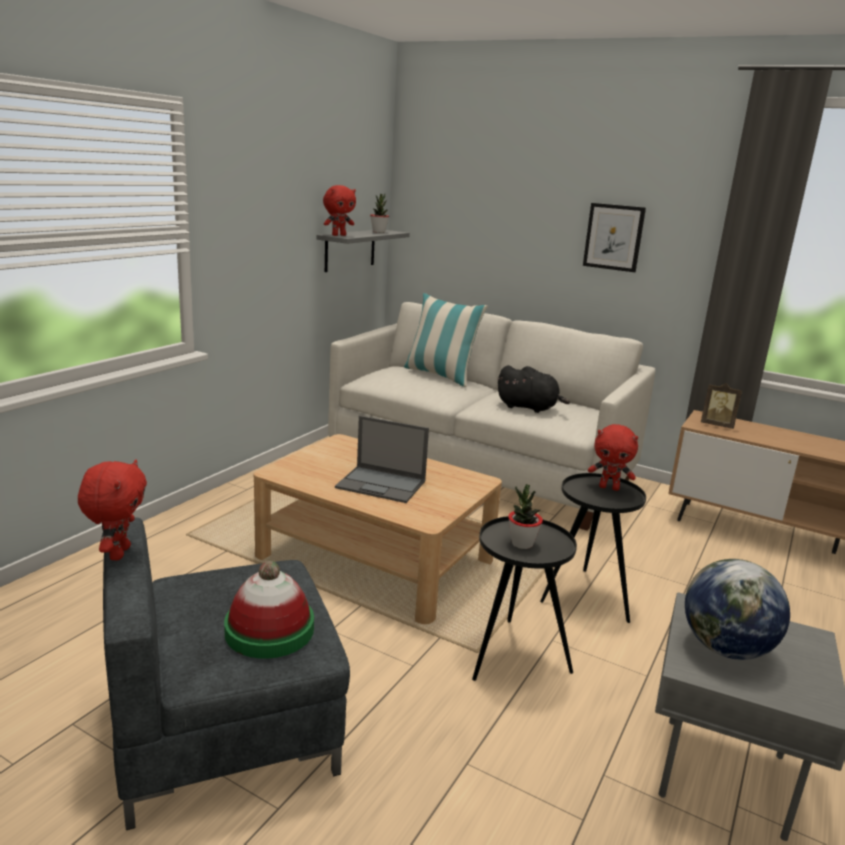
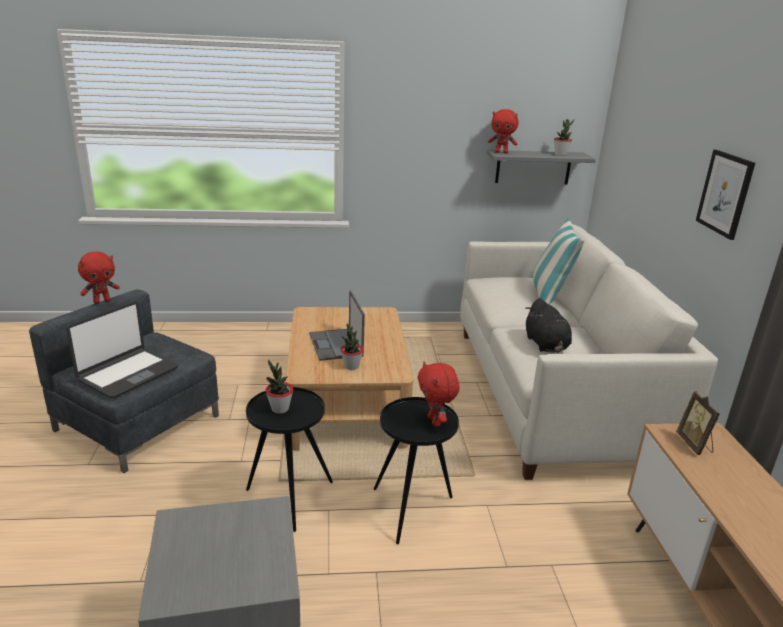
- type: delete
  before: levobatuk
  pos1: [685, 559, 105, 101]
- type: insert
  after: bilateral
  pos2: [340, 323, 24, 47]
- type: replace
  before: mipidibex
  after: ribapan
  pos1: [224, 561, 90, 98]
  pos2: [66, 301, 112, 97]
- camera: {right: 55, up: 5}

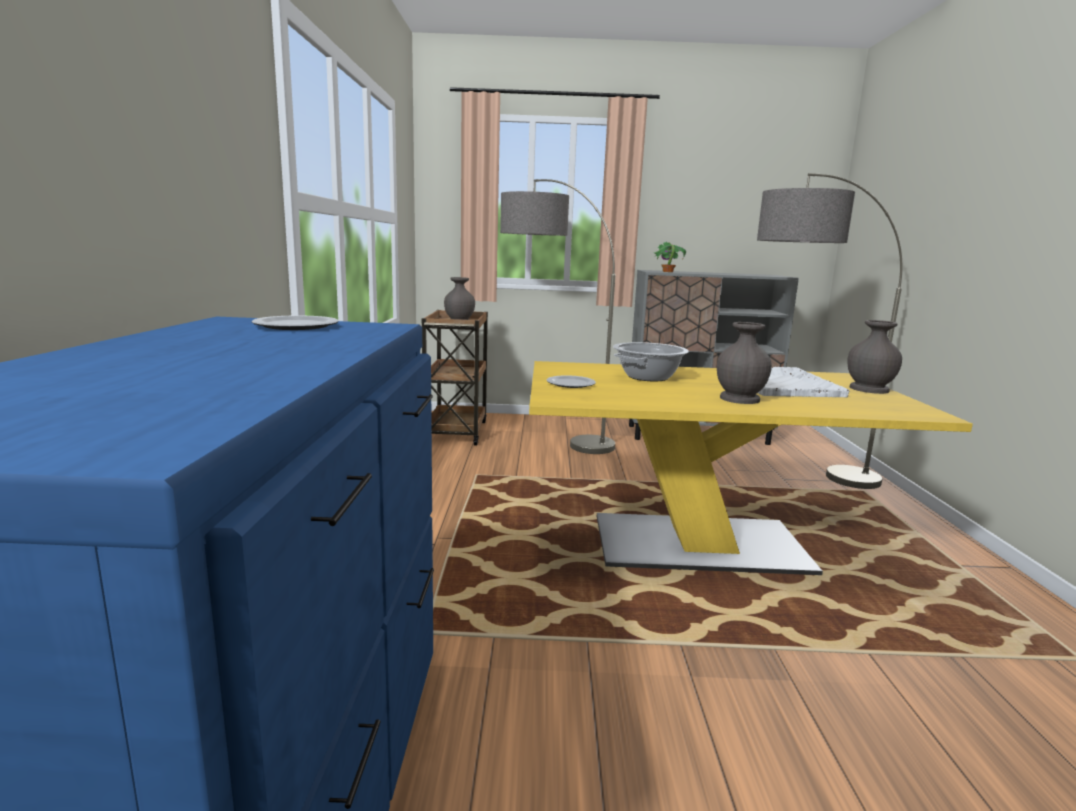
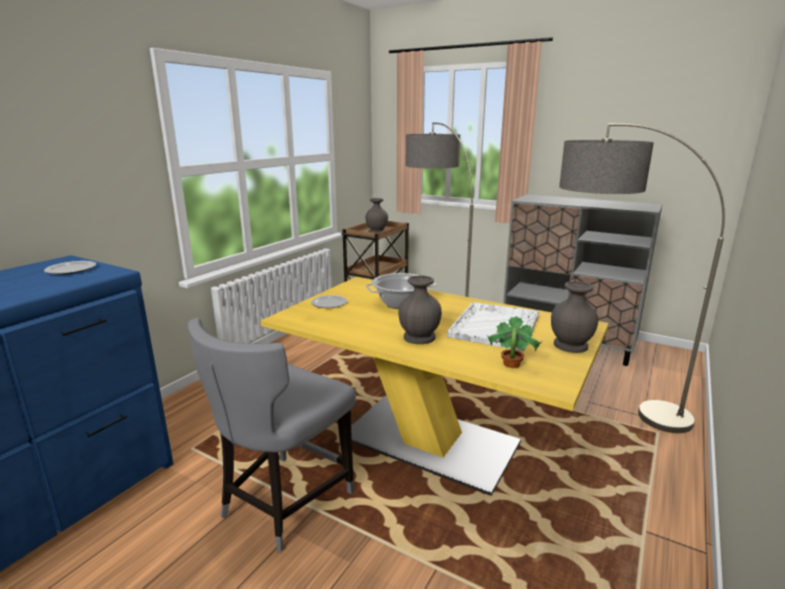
- type: insert
  after: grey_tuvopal
  pos2: [188, 318, 168, 235]
- type: move
  before: bilateral
  pos1: [654, 242, 32, 30]
  pos2: [487, 316, 55, 52]
- camera: {right: 30, up: 5}

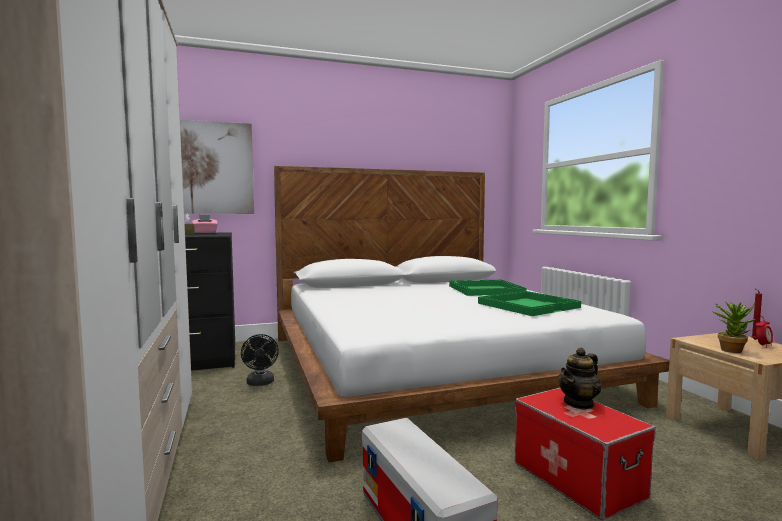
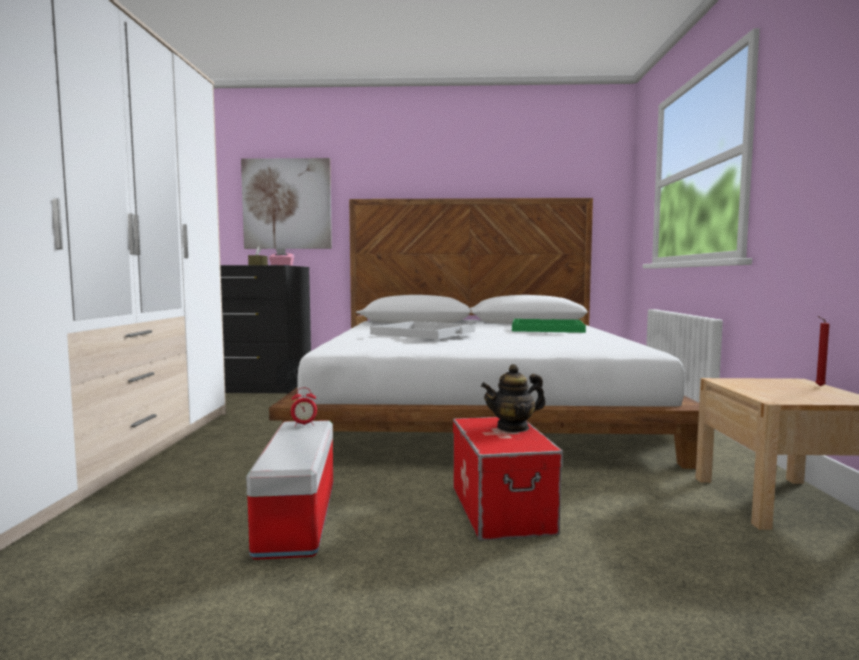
- type: delete
  before: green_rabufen
  pos1: [478, 291, 103, 25]
- type: delete
  before: bilateral
  pos1: [712, 302, 44, 51]
- type: insert
  after: white_rabufen
  pos2: [370, 321, 105, 18]
- type: move
  before: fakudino
  pos1: [755, 316, 18, 32]
  pos2: [291, 387, 26, 40]
- camera: {right: 20, up: 0}

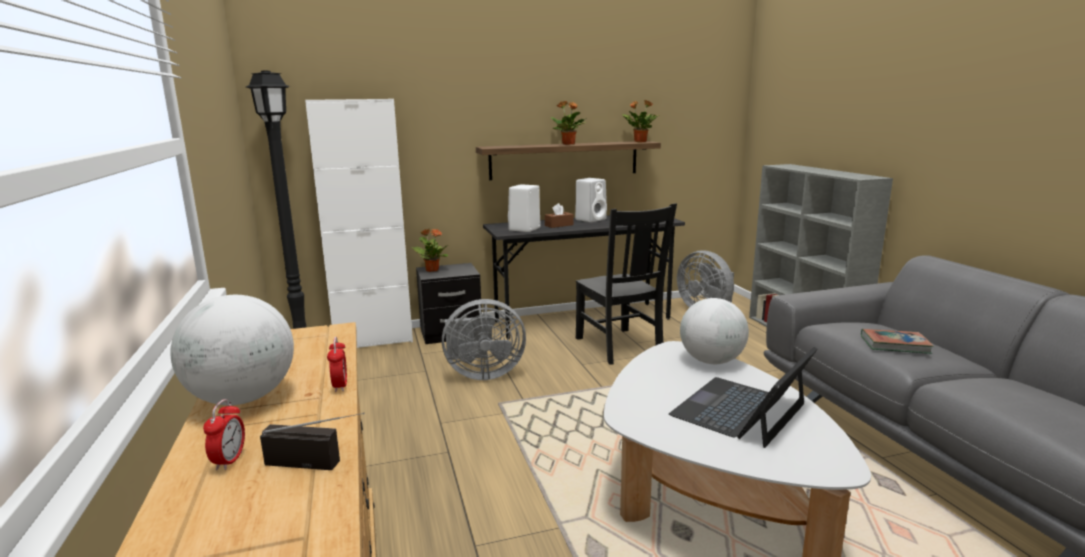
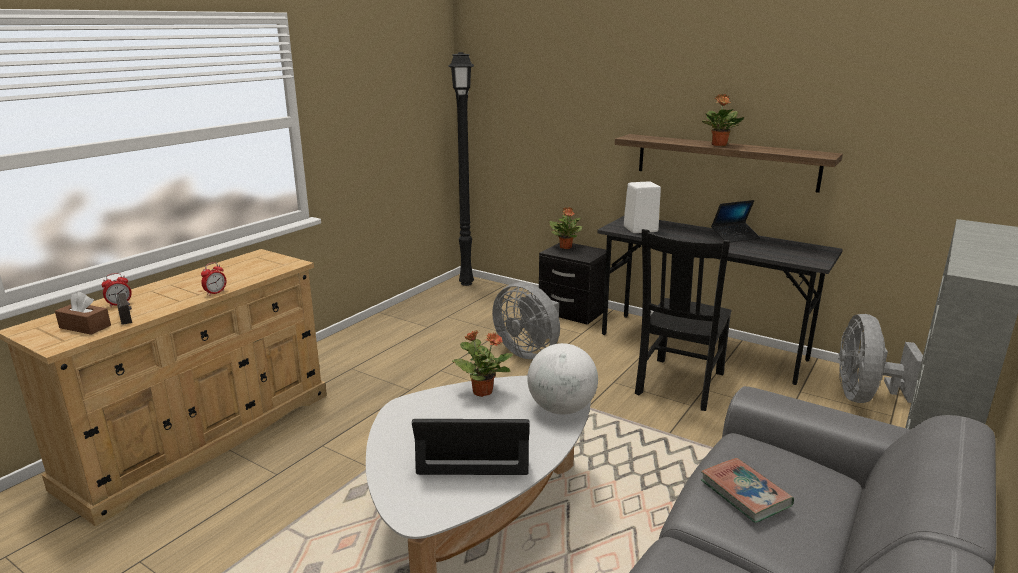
- type: delete
  before: levobatuk
  pos1: [170, 295, 124, 110]
- type: delete
  before: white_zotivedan
  pos1: [305, 99, 108, 249]
- type: move
  before: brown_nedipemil
  pos1: [545, 203, 29, 25]
  pos2: [55, 292, 56, 43]
- type: move
  before: bilateral
  pos1: [622, 100, 37, 42]
  pos2: [452, 329, 61, 68]
- type: replace
  before: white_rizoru
  after: ribapan
  pos1: [575, 178, 32, 44]
  pos2: [711, 200, 49, 42]
- camera: {right: 50, up: 5}

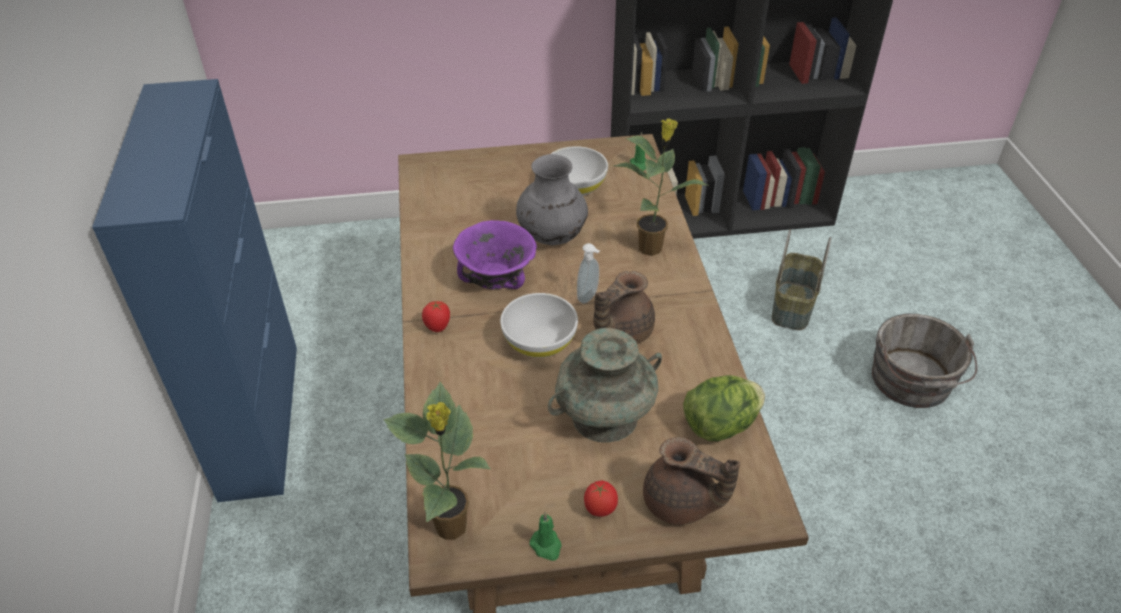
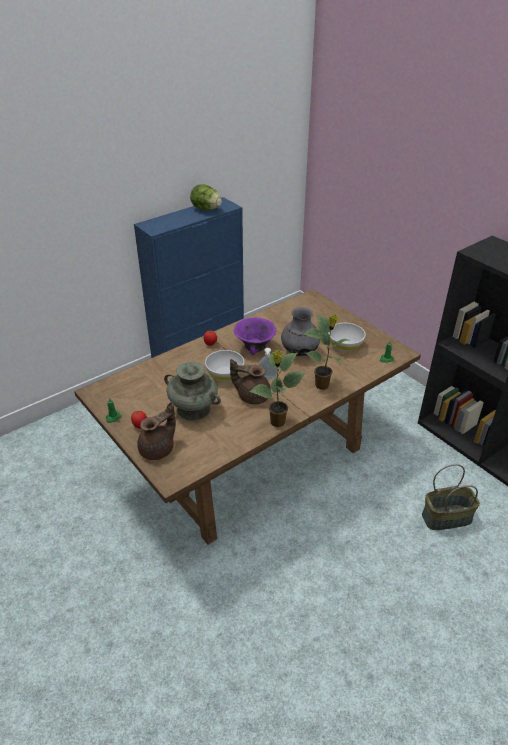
- type: delete
  before: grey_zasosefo
  pos1: [872, 313, 105, 95]
- type: move
  before: bilateral
  pos1: [383, 382, 108, 158]
  pos2: [249, 350, 57, 77]
- type: move
  before: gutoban
  pos1: [683, 375, 82, 66]
  pos2: [190, 185, 32, 26]
- type: rotate
  before: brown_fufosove
  pos1: [643, 437, 97, 88]
  pos2: [137, 402, 39, 58]
  turn: -135
- camera: {right: 60, up: -5}

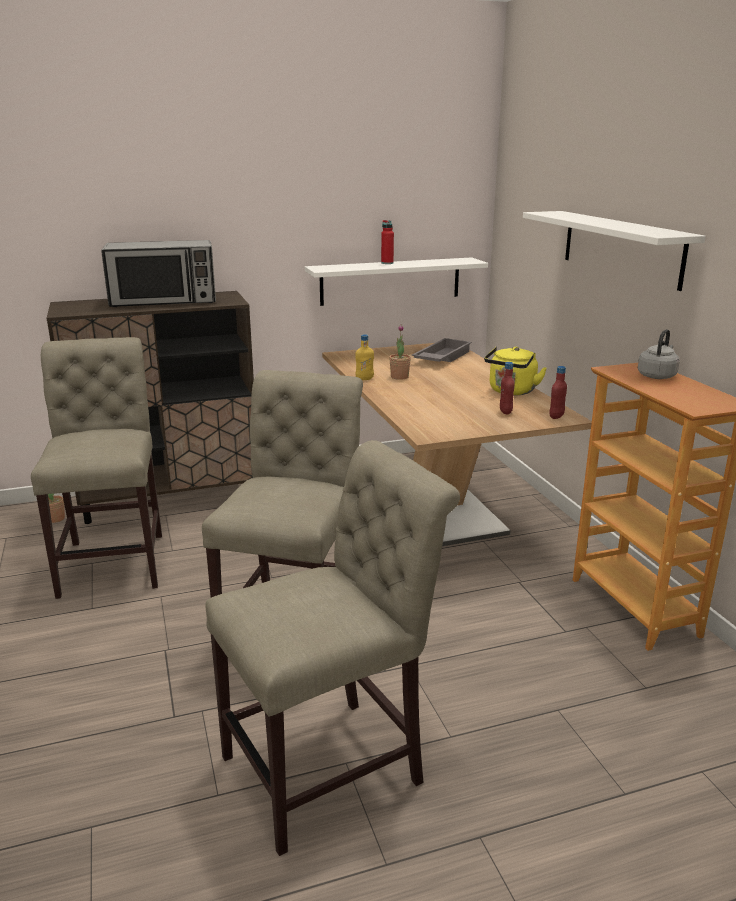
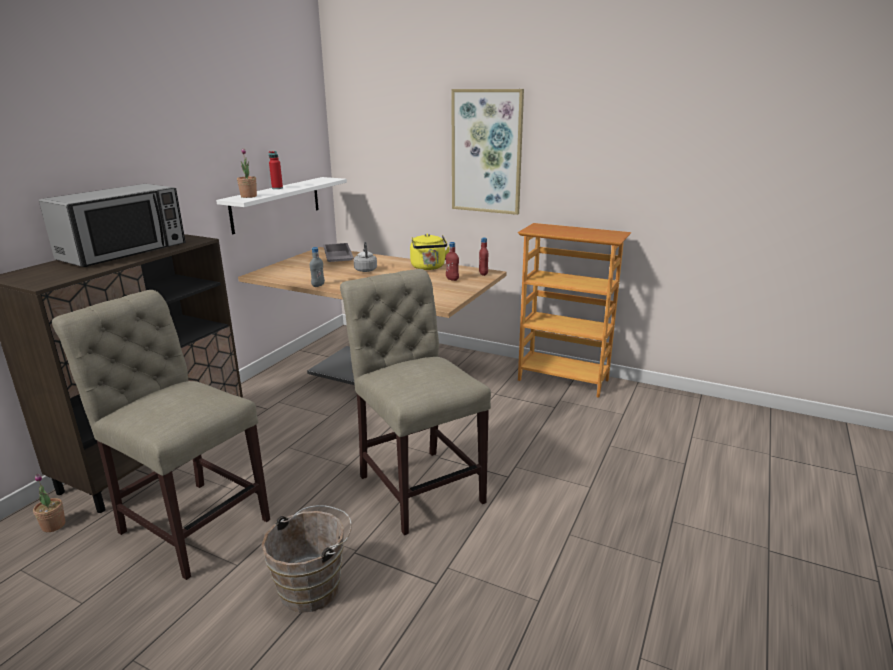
- type: delete
  before: beige_tuvopal
  pos1: [205, 440, 255, 416]
- type: insert
  after: brown_zasosefo
  pos2: [262, 505, 90, 108]
- type: move
  before: bilateral
  pos1: [389, 324, 22, 56]
  pos2: [237, 149, 20, 49]
- type: move
  before: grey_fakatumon
  pos1: [638, 329, 42, 50]
  pos2: [354, 242, 23, 30]
- type: replace
  before: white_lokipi
  after: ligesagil
  pos1: [523, 211, 183, 80]
  pos2: [451, 89, 73, 126]
- type: recolor
  before: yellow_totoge
  after: grey_totoge
  pos1: [355, 334, 19, 46]
  pos2: [310, 247, 15, 40]
- camera: {right: -45, up: 0}

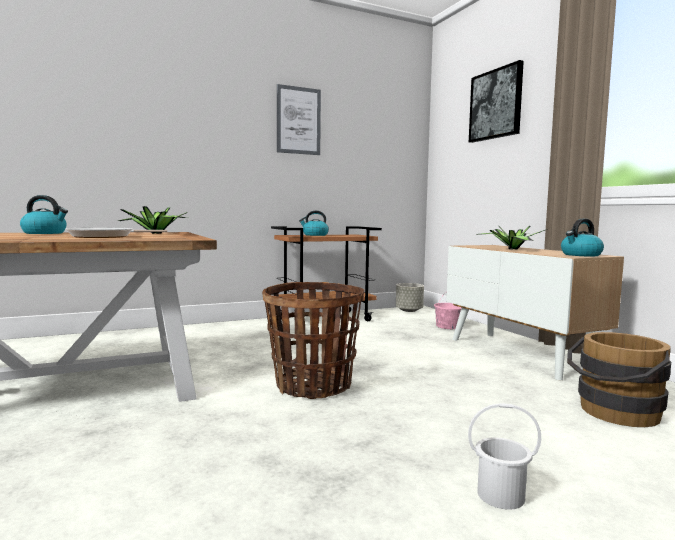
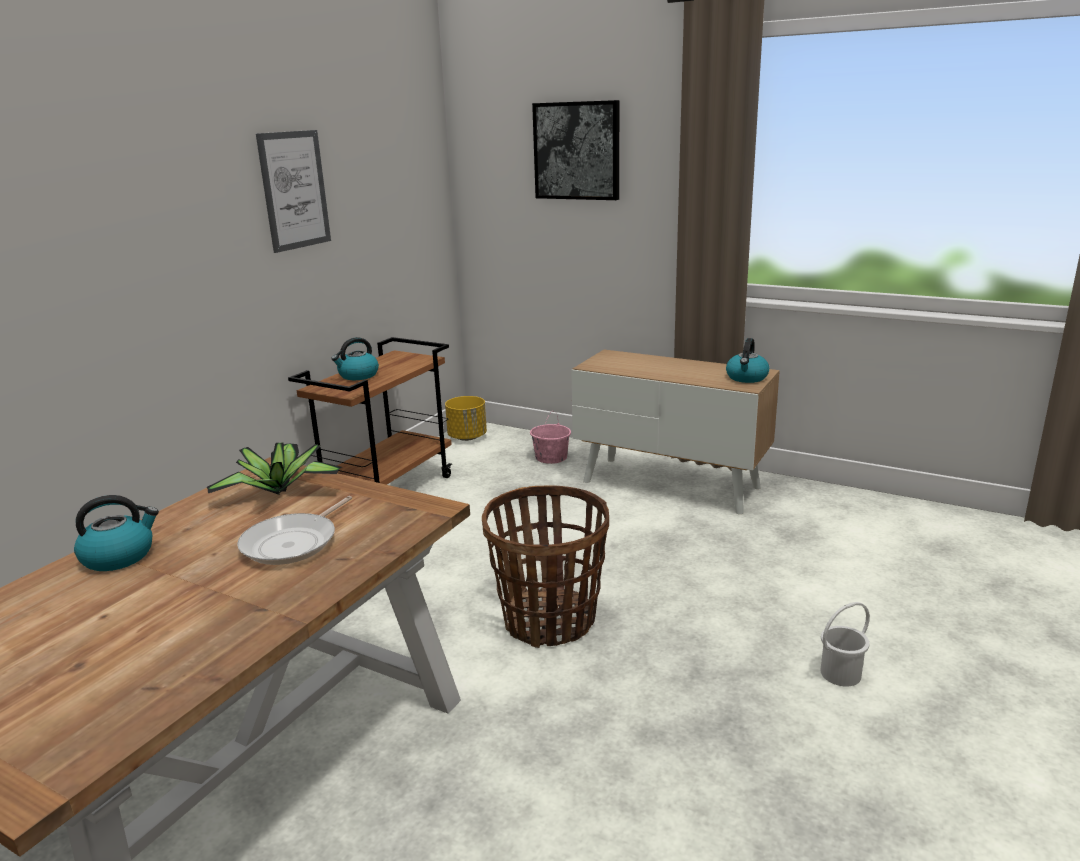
- type: delete
  before: bilateral
  pos1: [476, 226, 72, 24]
- type: delete
  before: brown_zasosefo
  pos1: [567, 332, 104, 95]
- type: recolor
  before: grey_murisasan
  after: yellow_murisasan
  pos1: [396, 283, 28, 29]
  pos2: [445, 396, 42, 45]
- camera: {right: -35, up: 15}

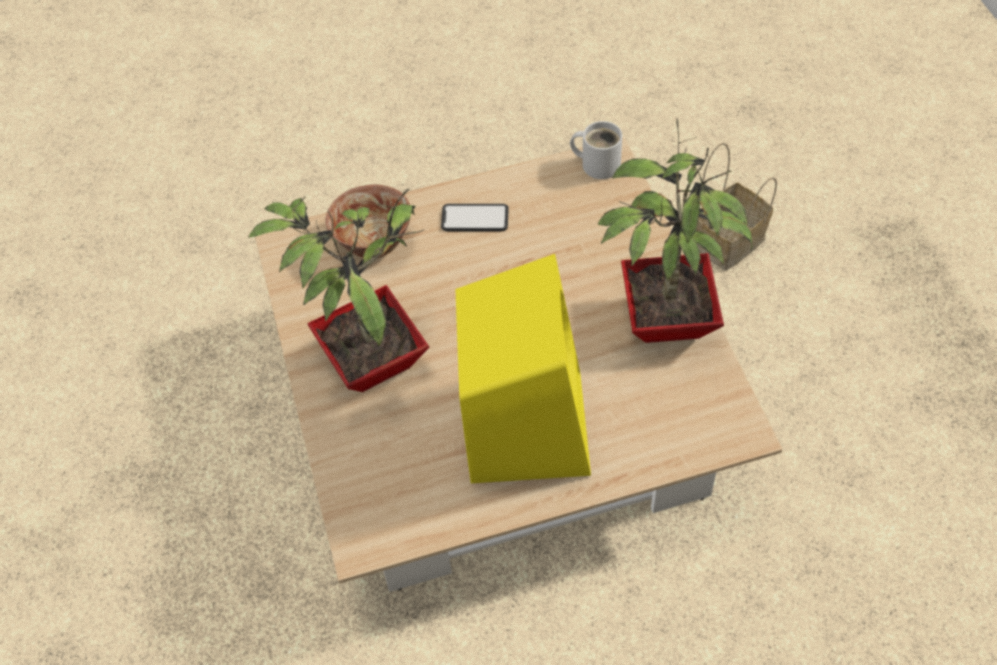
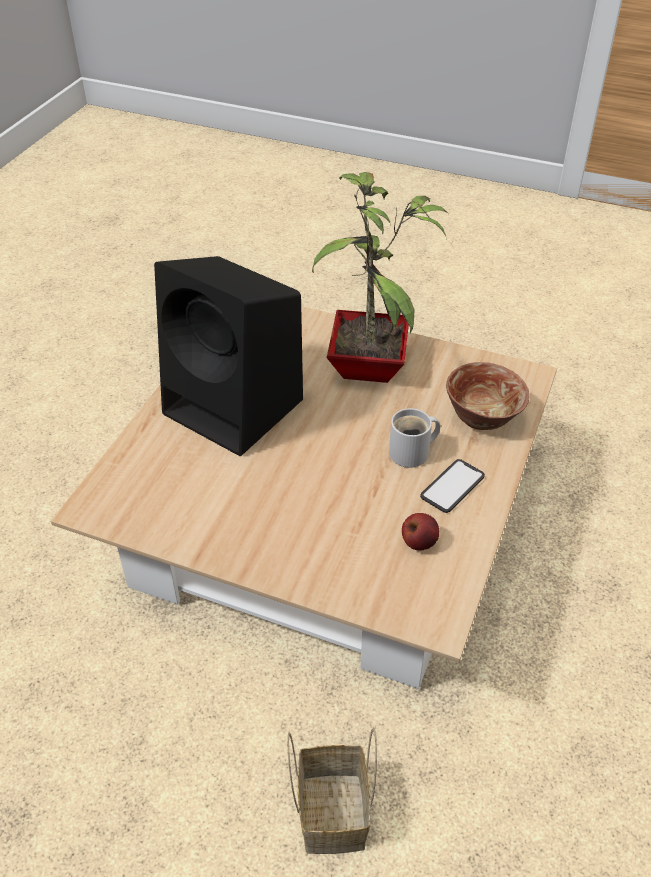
- type: delete
  before: bilateral
  pos1: [598, 118, 155, 225]
- type: insert
  after: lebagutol
  pos2: [402, 513, 37, 37]
- type: move
  before: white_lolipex
  pos1: [570, 121, 52, 58]
  pos2: [389, 408, 51, 60]
- type: recolor
  before: yellow_rizoru
  after: black_rizoru
  pos1: [456, 254, 135, 229]
  pos2: [154, 256, 149, 200]
- camera: {right: 125, up: -10}

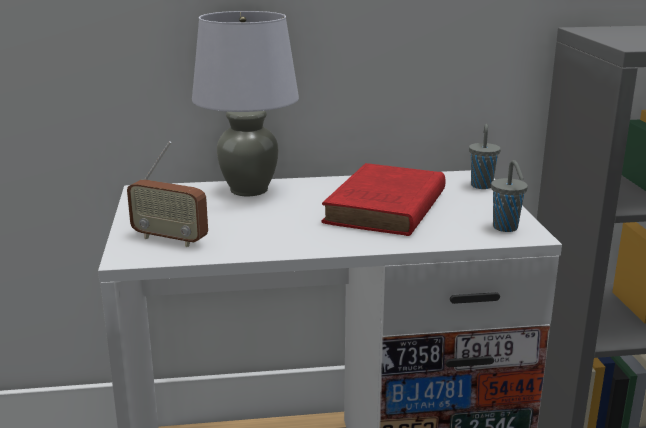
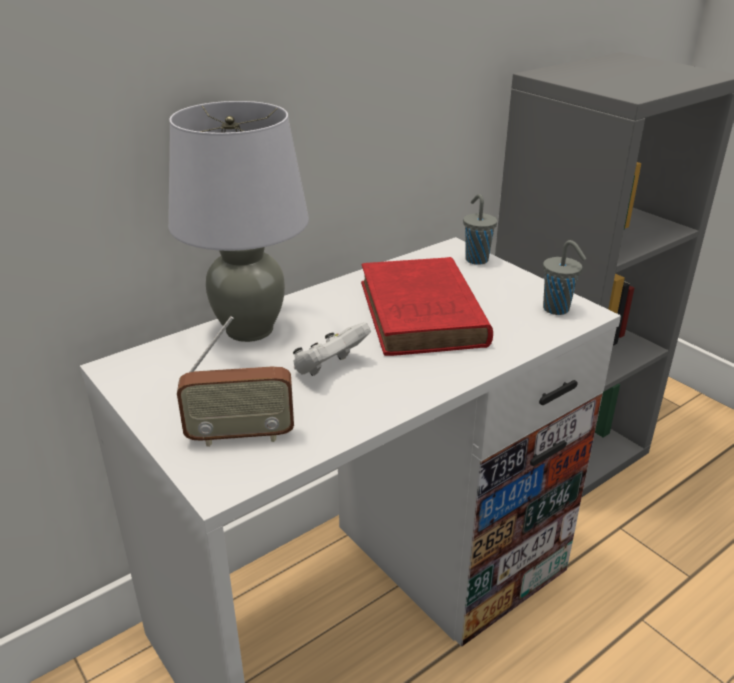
- type: insert
  after: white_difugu
  pos2: [293, 322, 78, 54]
- camera: {right: -30, up: 10}

